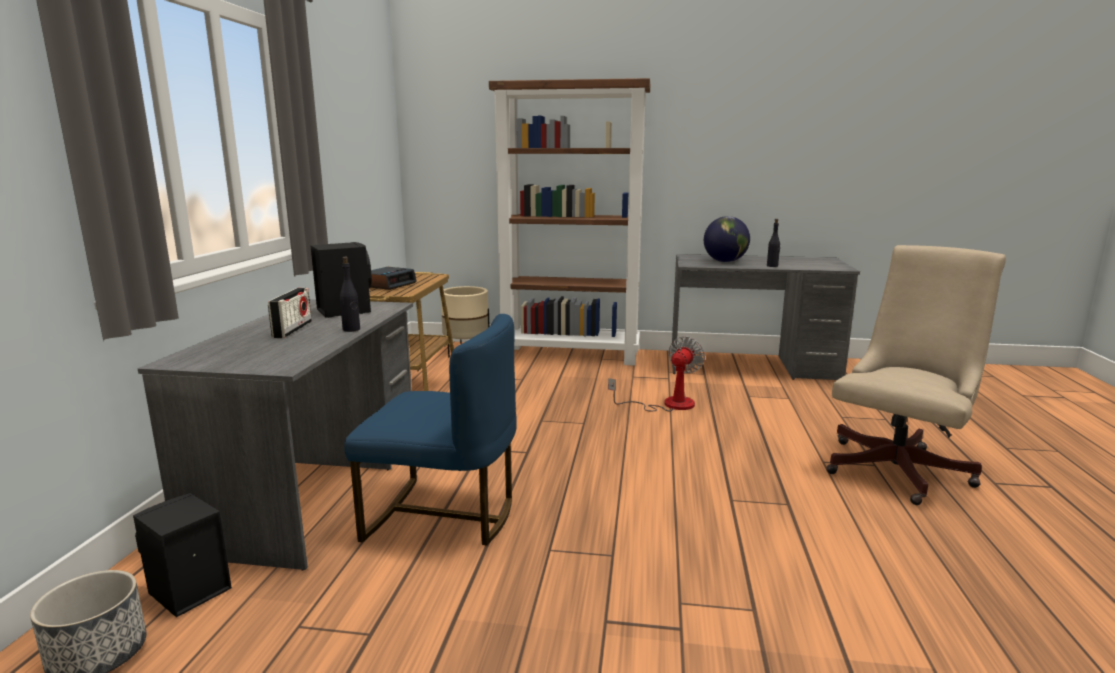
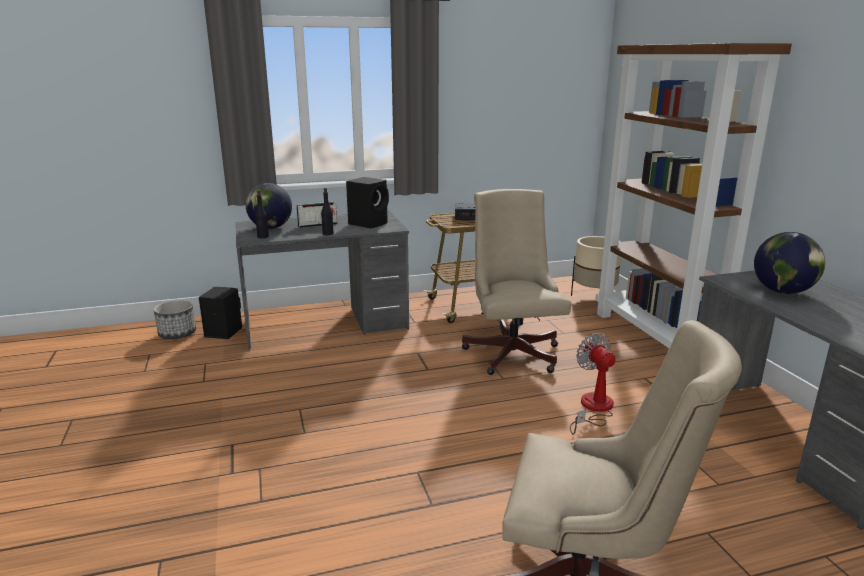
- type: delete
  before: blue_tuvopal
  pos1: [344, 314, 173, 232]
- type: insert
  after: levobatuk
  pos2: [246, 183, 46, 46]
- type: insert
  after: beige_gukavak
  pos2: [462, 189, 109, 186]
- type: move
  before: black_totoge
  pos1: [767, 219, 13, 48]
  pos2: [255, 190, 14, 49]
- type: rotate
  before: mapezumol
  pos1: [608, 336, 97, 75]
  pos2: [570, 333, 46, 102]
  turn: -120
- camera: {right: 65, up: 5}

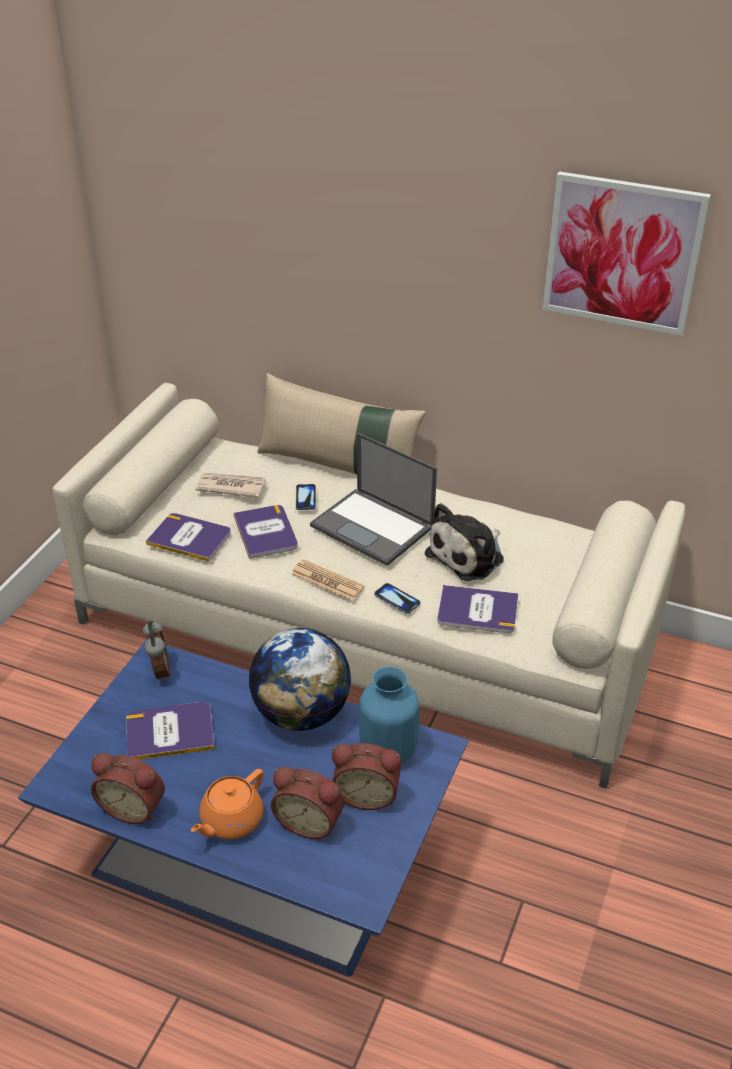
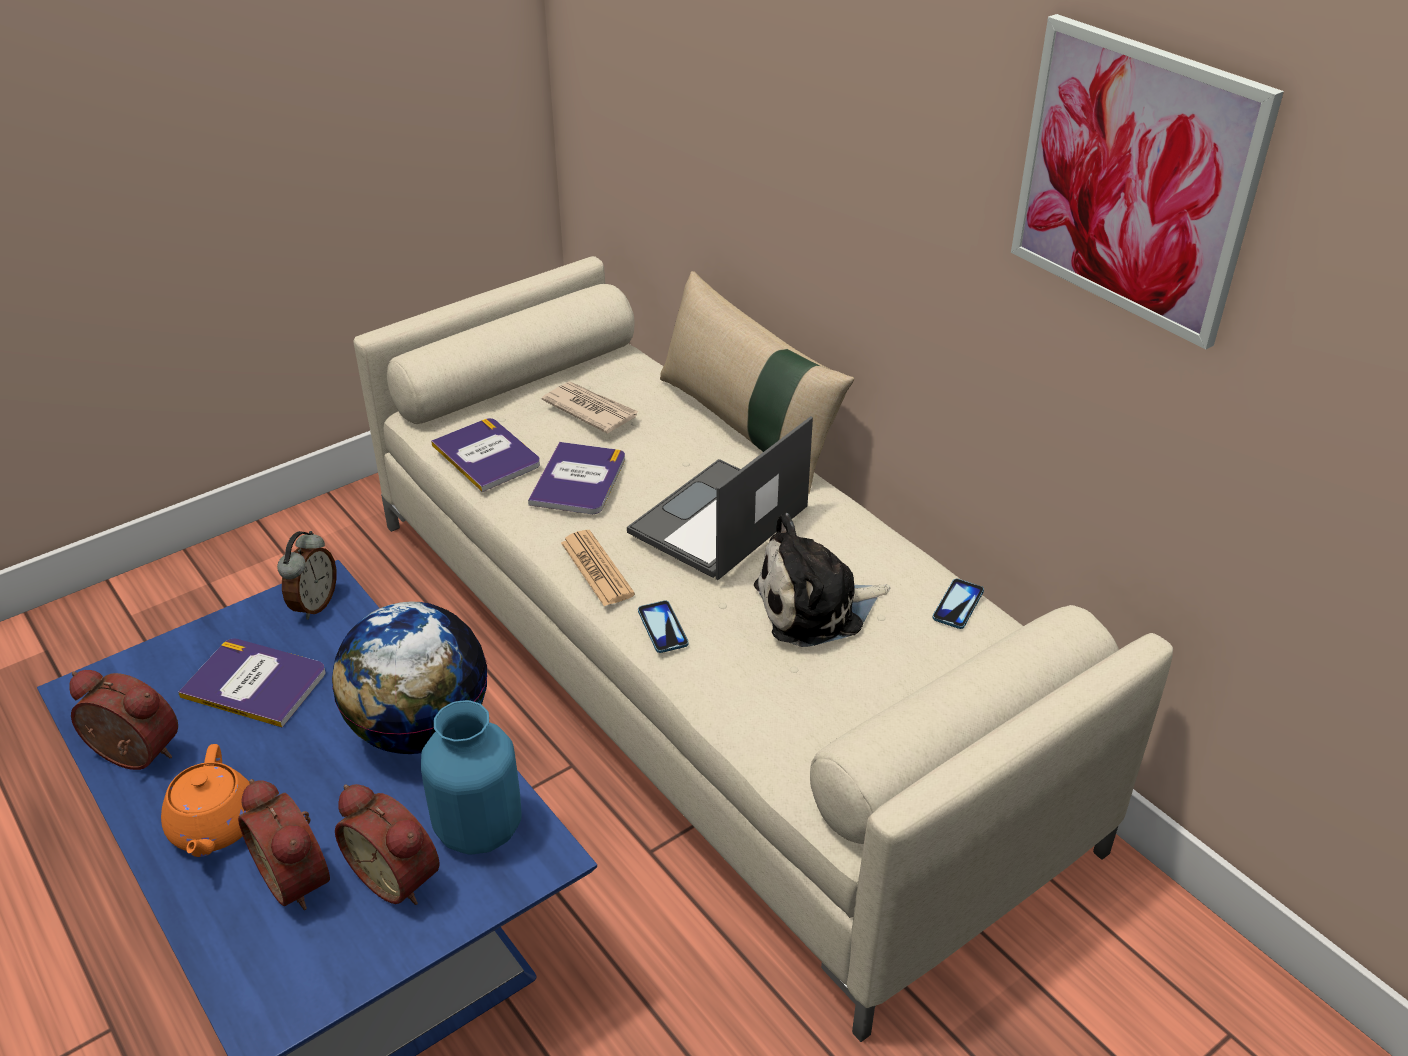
- type: delete
  before: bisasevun
  pos1: [437, 585, 81, 48]
- type: move
  before: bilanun
  pos1: [296, 484, 20, 26]
  pos2: [932, 579, 52, 50]
- type: rotate
  before: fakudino
  pos1: [91, 753, 74, 71]
  pos2: [69, 670, 109, 100]
  turn: 150
- type: rotate
  before: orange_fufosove
  pos1: [191, 769, 73, 70]
  pos2: [161, 744, 89, 113]
  turn: -75
- type: rotate
  before: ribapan
  pos1: [310, 433, 127, 133]
  pos2: [627, 416, 186, 164]
  turn: 60
- camera: {right: 30, up: 0}

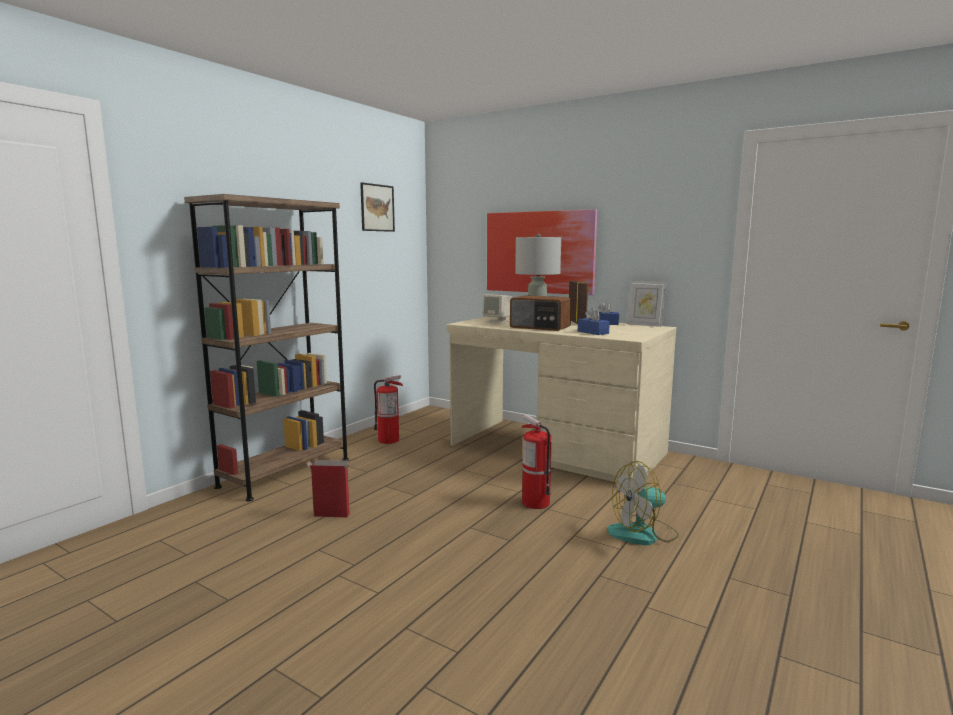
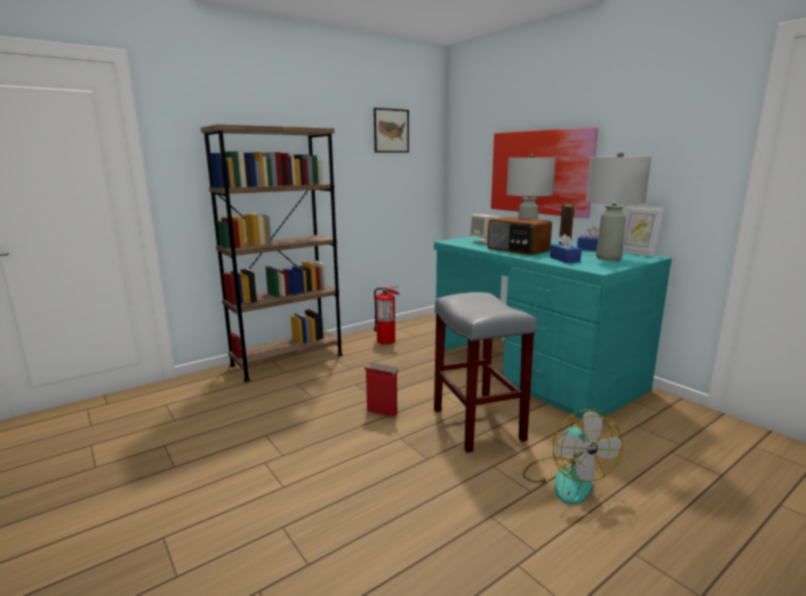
- type: insert
  after: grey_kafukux
  pos2: [586, 152, 65, 108]
- type: move
  before: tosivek
  pos1: [307, 460, 43, 57]
  pos2: [362, 362, 37, 55]
- type: replace
  before: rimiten
  after: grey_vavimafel
  pos1: [522, 414, 30, 95]
  pos2: [434, 292, 103, 161]
- type: recolor
  before: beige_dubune
  after: turquoise_dubune
  pos1: [447, 317, 229, 170]
  pos2: [434, 236, 238, 184]
- type: rotate
  before: mapezumol
  pos1: [607, 461, 72, 84]
  pos2: [523, 409, 100, 95]
  turn: -105
- camera: {right: 20, up: 5}

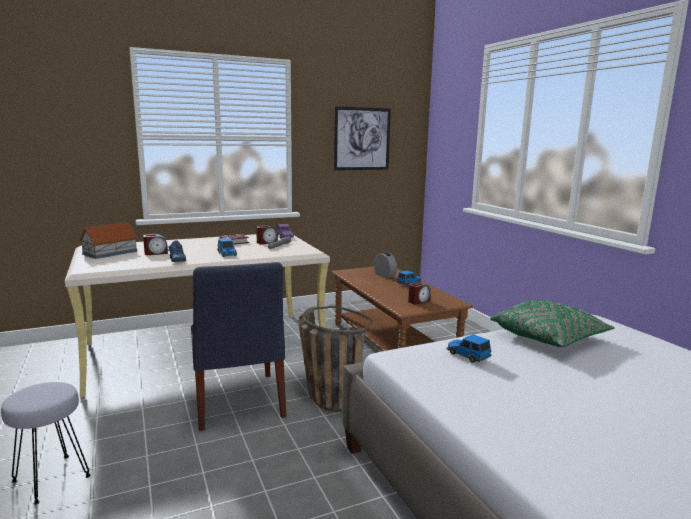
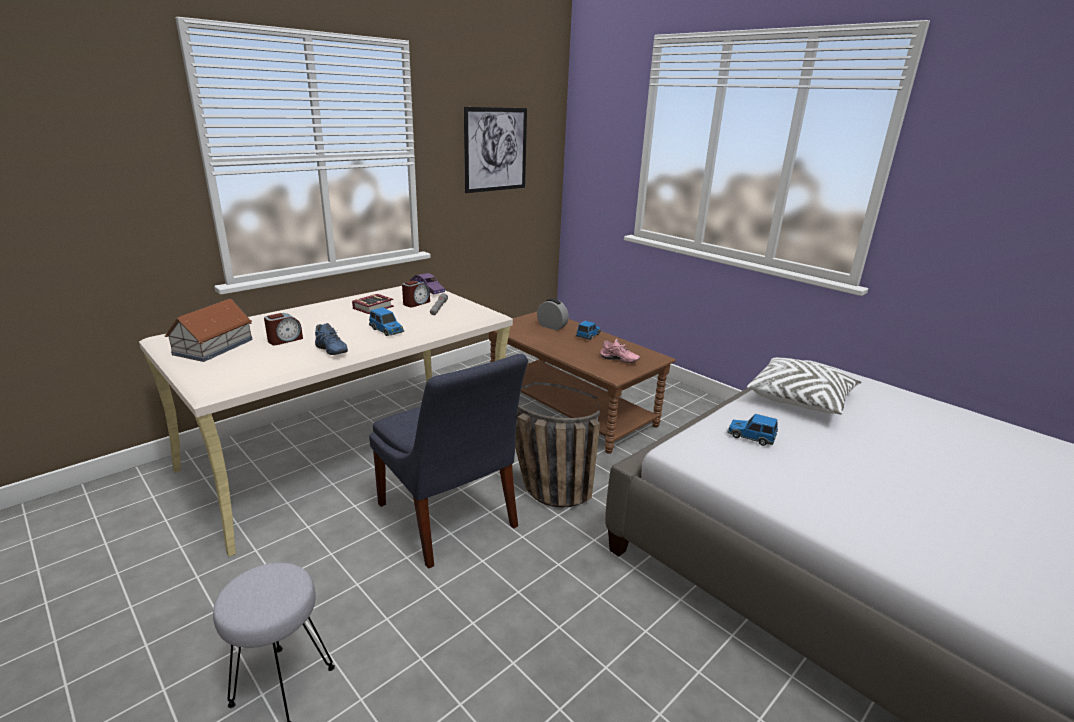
- type: replace
  before: fakudino
  after: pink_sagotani
  pos1: [408, 282, 23, 23]
  pos2: [600, 339, 40, 24]
- type: recolor
  before: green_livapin
  after: white_livapin
  pos1: [490, 300, 125, 47]
  pos2: [747, 357, 115, 58]
- camera: {right: -20, up: 10}

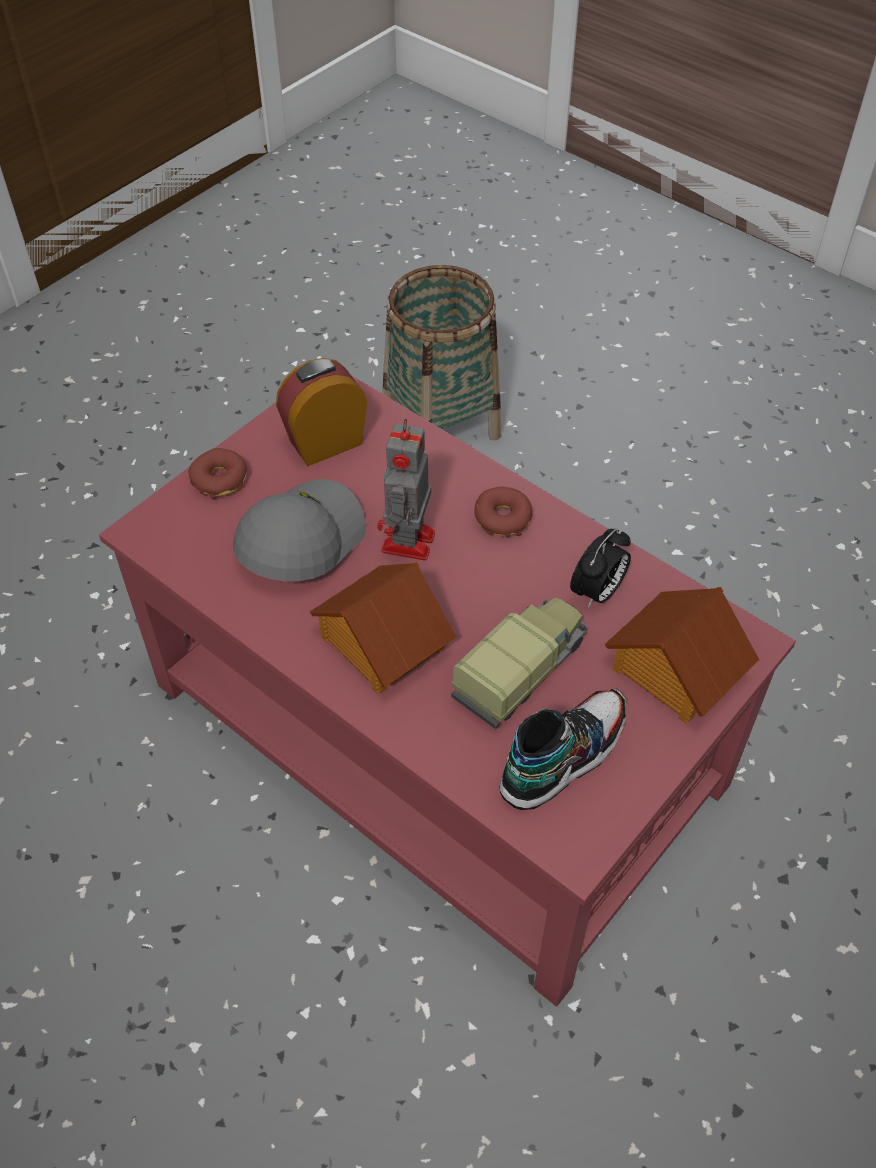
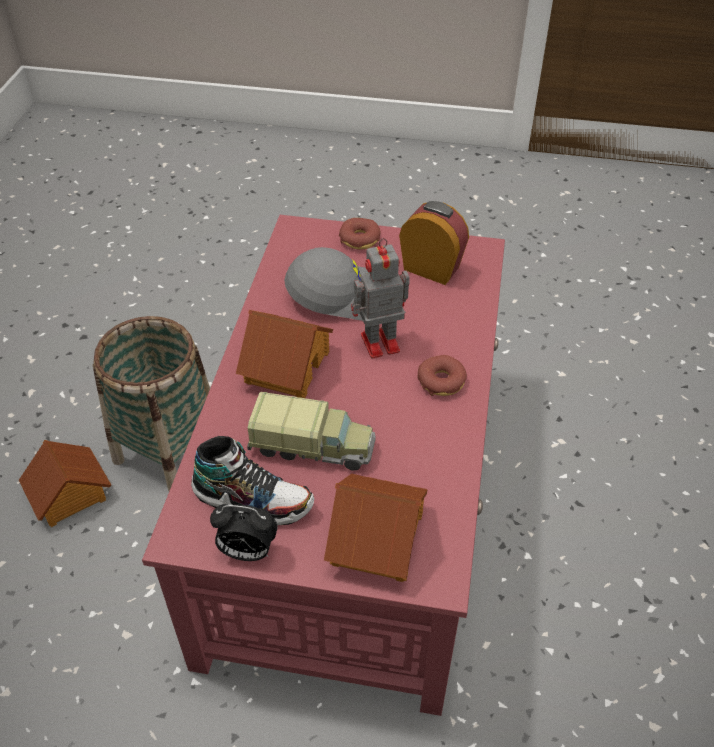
- type: insert
  after: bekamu
  pos2: [19, 440, 92, 87]
- type: move
  before: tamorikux
  pos1: [382, 265, 119, 175]
  pos2: [93, 316, 117, 175]
- type: move
  before: fakudino
  pos1: [570, 529, 61, 79]
  pos2: [210, 504, 68, 57]
- camera: {right: 60, up: -5}

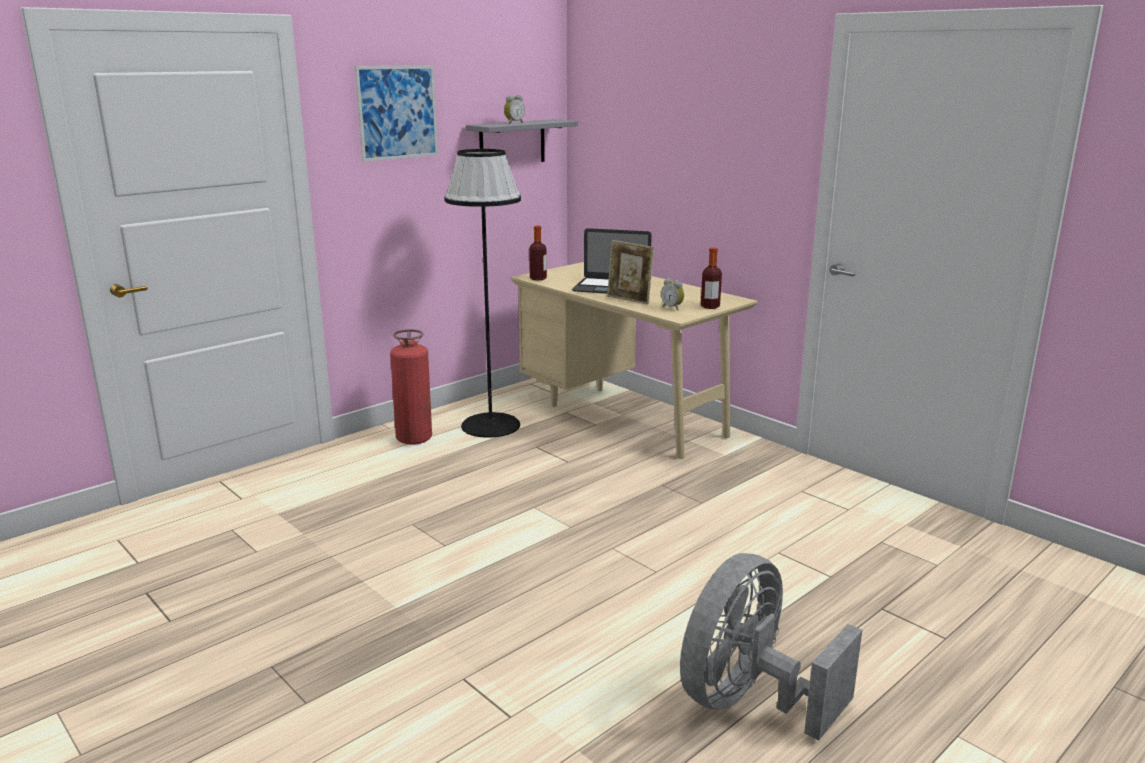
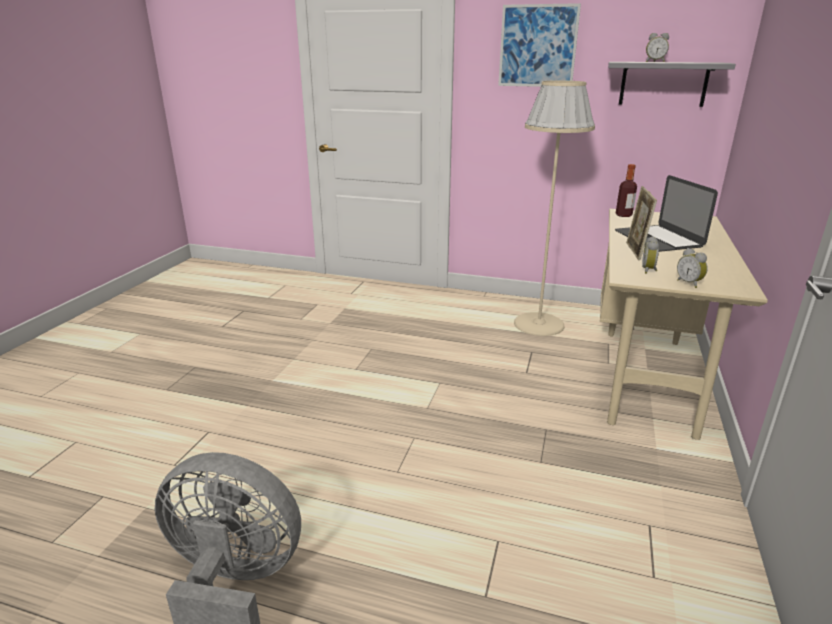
- type: delete
  before: rimiten
  pos1: [390, 329, 42, 116]
- type: replace
  before: totoge
  after: fakudino
  pos1: [701, 248, 21, 61]
  pos2: [677, 248, 31, 40]
- type: recolor
  before: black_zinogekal
  after: beige_zinogekal
  pos1: [445, 149, 76, 289]
  pos2: [514, 80, 81, 256]
- camera: {right: 60, up: 5}

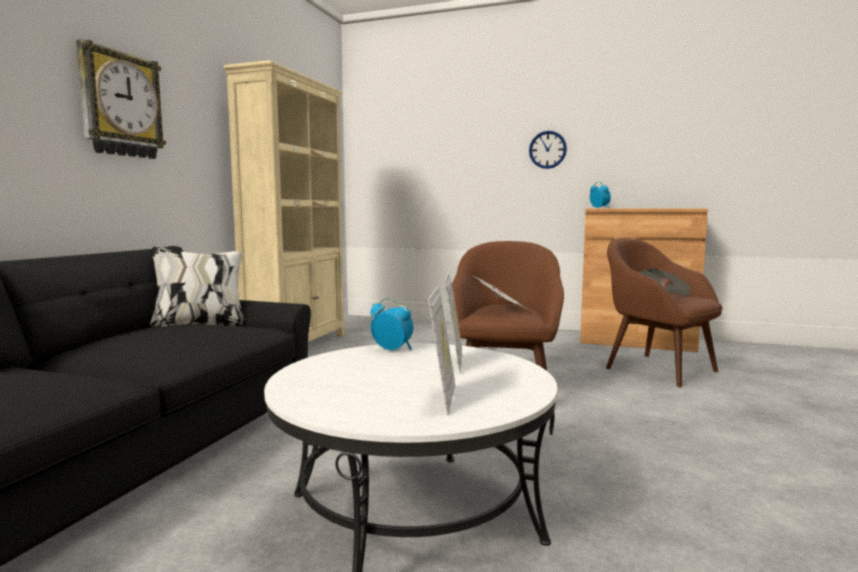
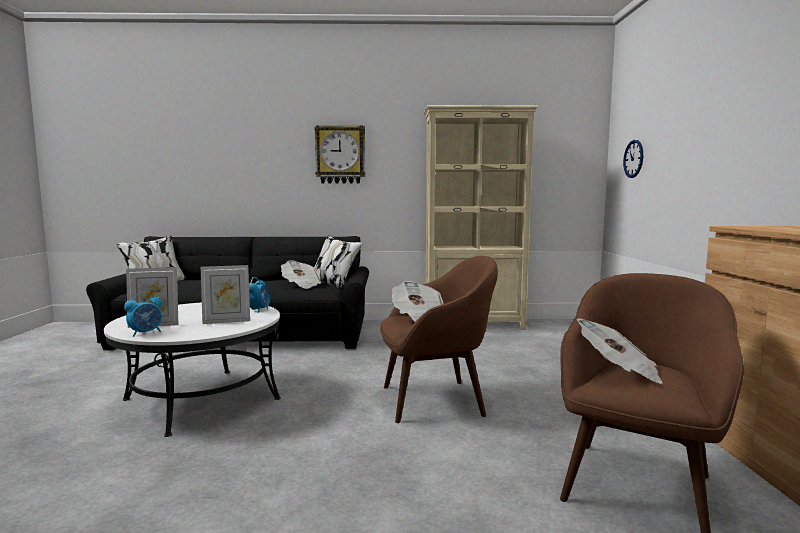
- type: insert
  after: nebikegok
  pos2: [281, 260, 40, 29]
- type: move
  before: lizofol
  pos1: [529, 131, 38, 38]
  pos2: [623, 140, 20, 38]
- type: move
  before: fakudino
  pos1: [590, 181, 21, 27]
  pos2: [124, 293, 38, 44]
- camera: {right: 70, up: 0}

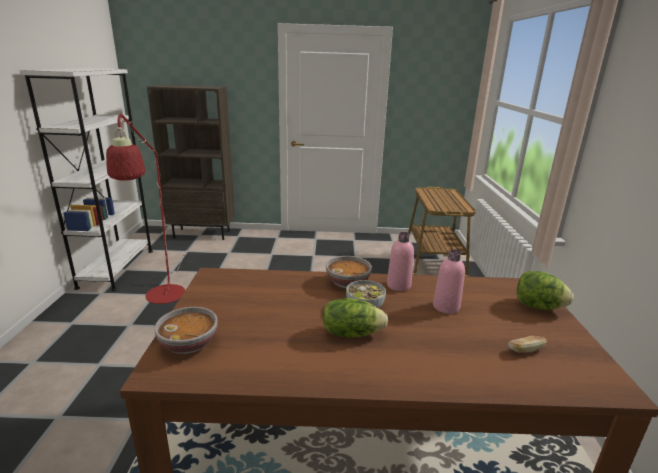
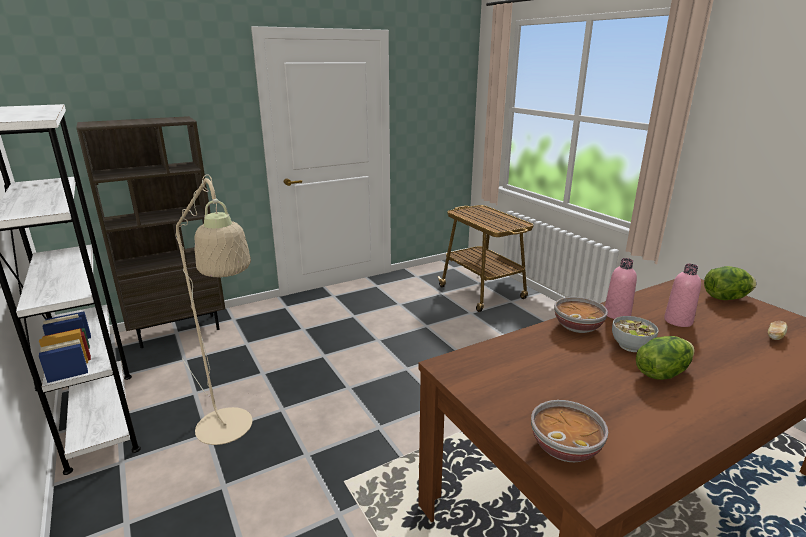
- type: recolor
  before: red_zinogekal
  after: beige_zinogekal
  pos1: [106, 112, 80, 192]
  pos2: [176, 174, 76, 271]
- camera: {right: -30, up: 0}

